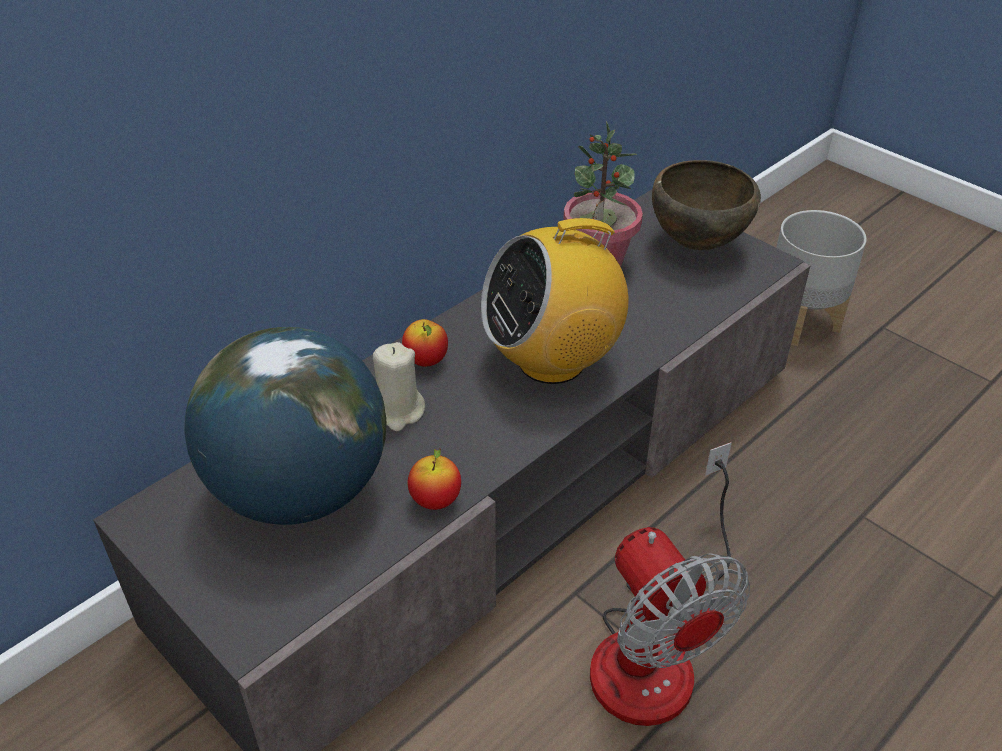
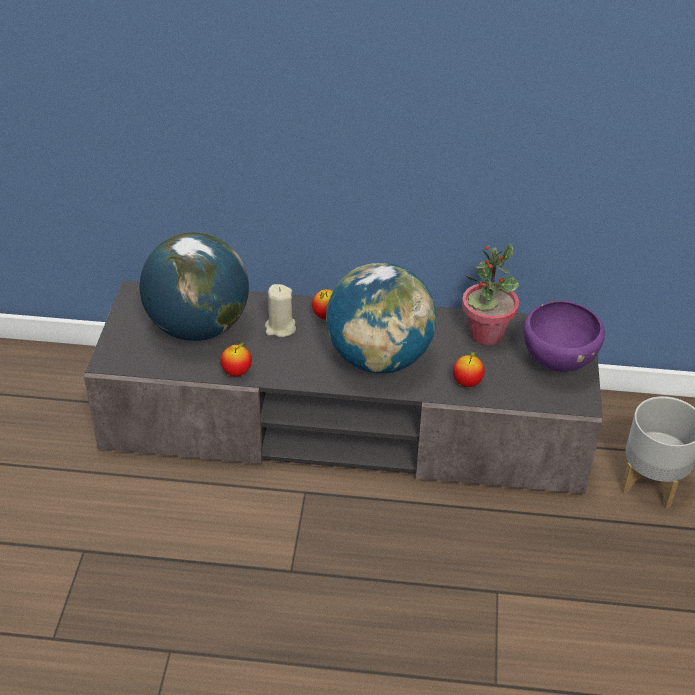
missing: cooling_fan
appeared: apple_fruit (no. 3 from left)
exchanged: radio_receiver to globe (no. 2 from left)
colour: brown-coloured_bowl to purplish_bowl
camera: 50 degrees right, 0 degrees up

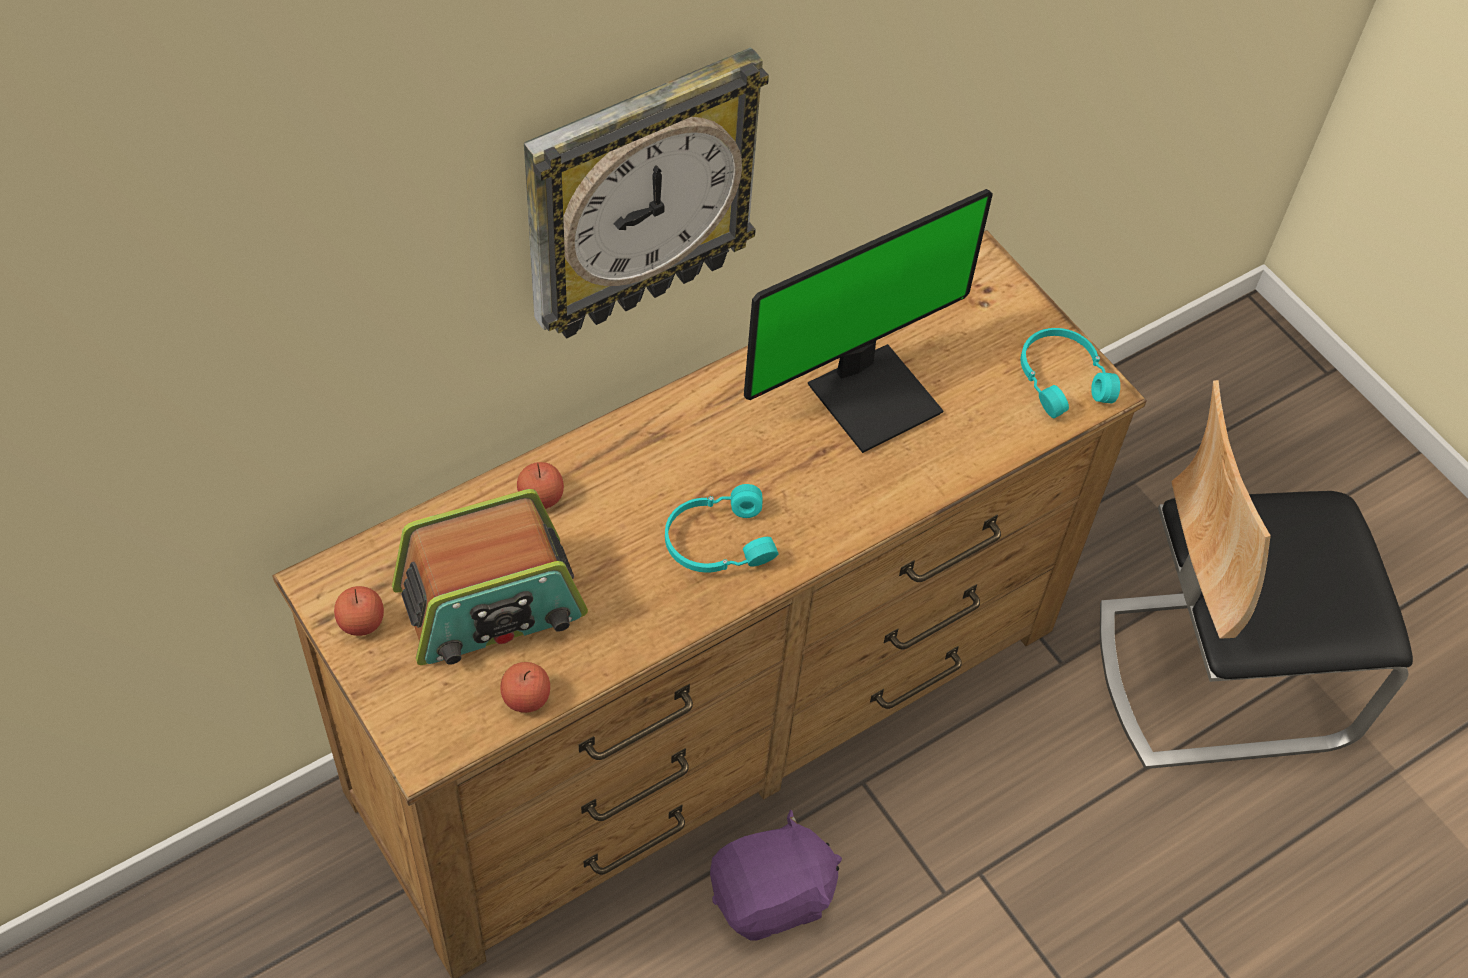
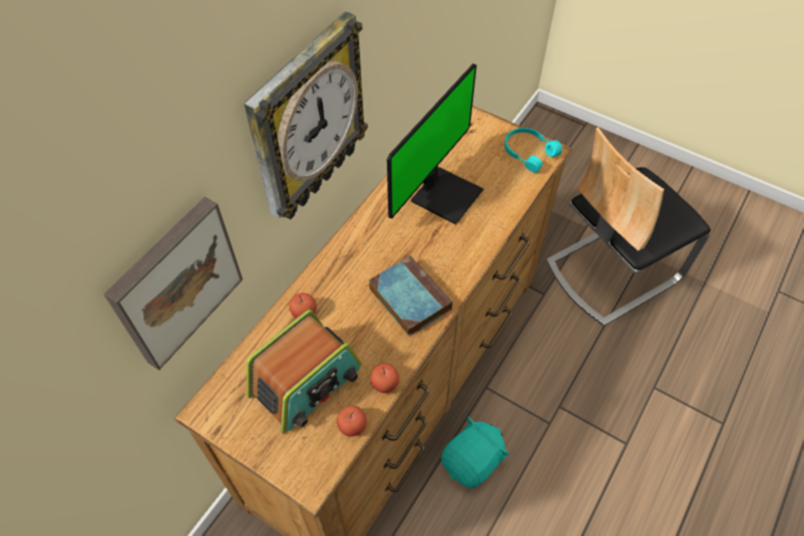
appeared: picture
relocated: apple_fruit (no. 1 from left in the first image) to apple_fruit (no. 3 from left)
exchanged: turquoise-coloured_headset (no. 1 from left) to book
colour: purplish_cuddly_toy to turquoise-coloured_cuddly_toy
camera: 20 degrees left, 0 degrees up

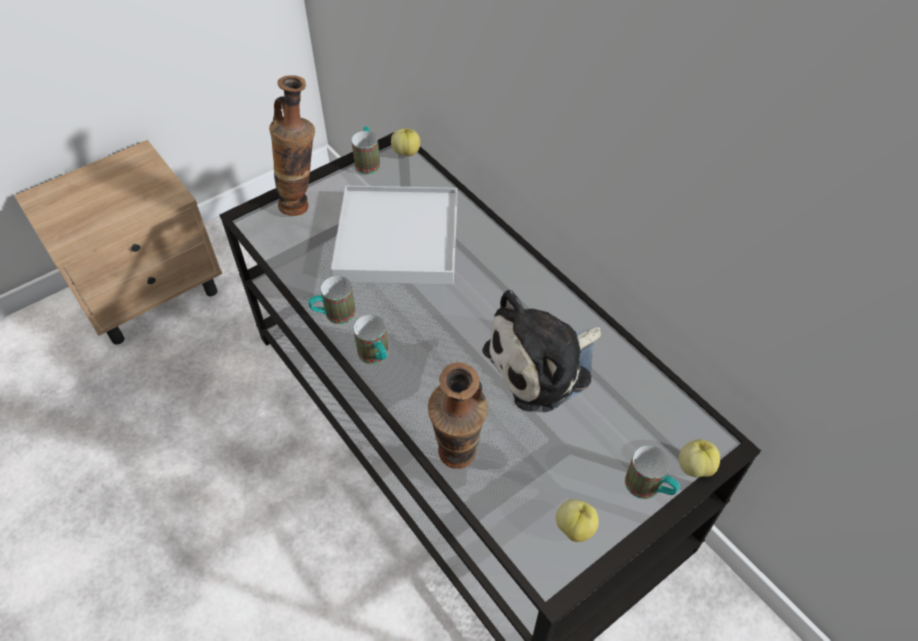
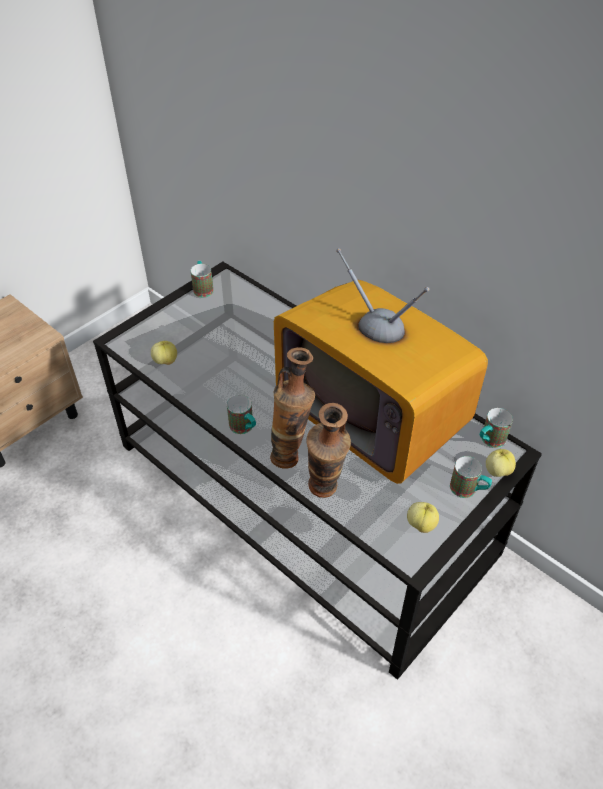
missing: whitish_serving_tray
relocated: flower_vase (no. 1 from left); apple_fruit (no. 1 from left); tea_mug (no. 1 from left in the first image) to tea_mug (no. 4 from left)
exchanged: cuddly_toy to TV_set
camera: 10 degrees left, 5 degrees down

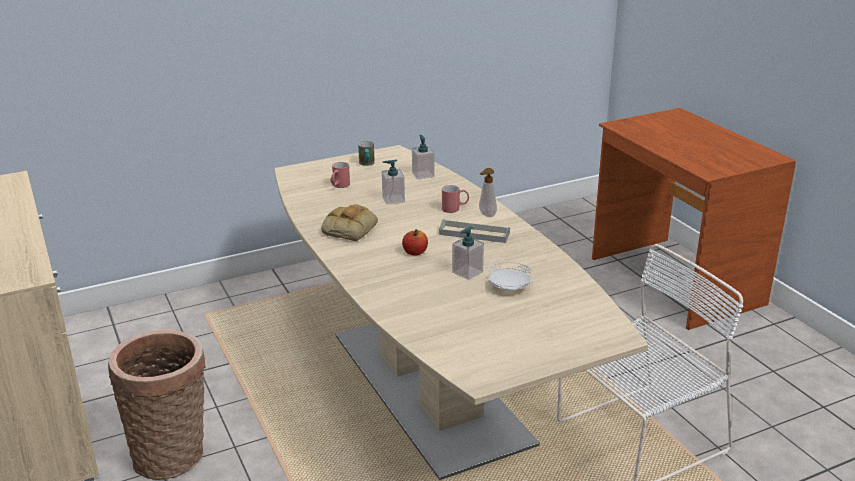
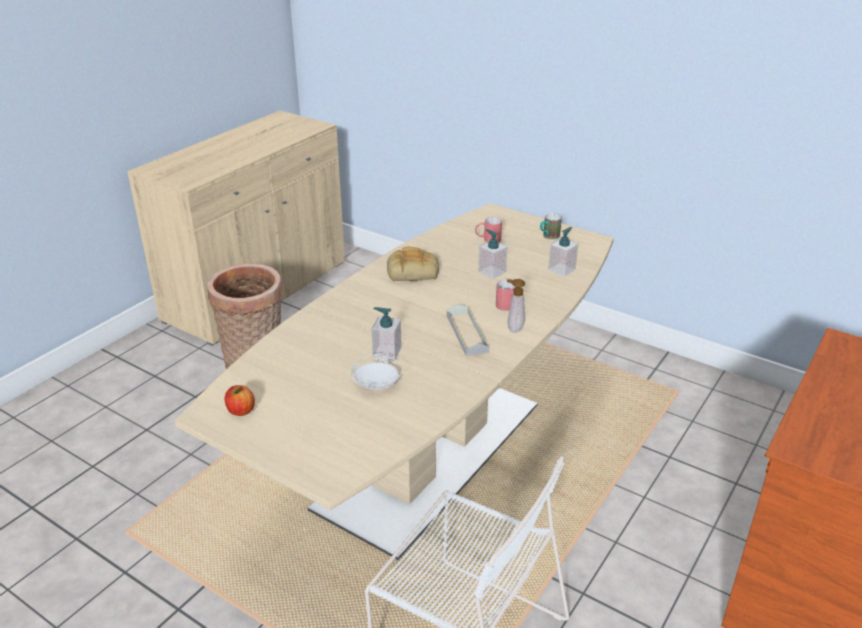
relocated: apple_fruit
camera: 60 degrees right, 5 degrees up

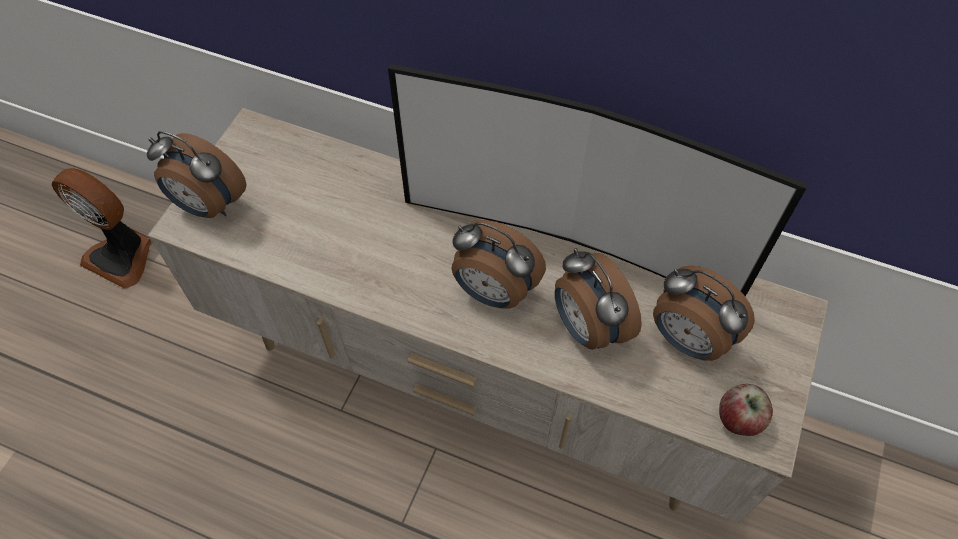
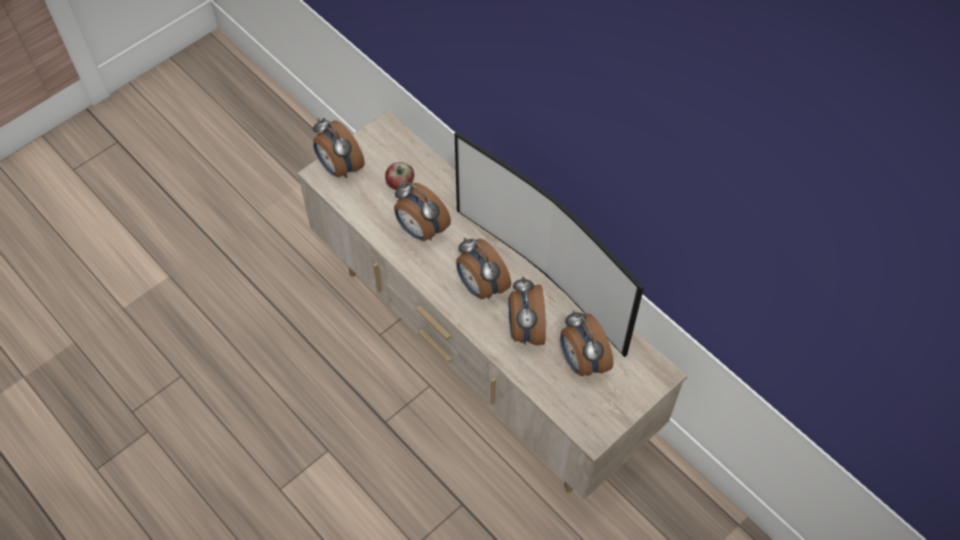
missing: cooling_fan
appeared: bedside_clock (no. 2 from left)
relocated: apple_fruit
camera: 25 degrees right, 0 degrees up

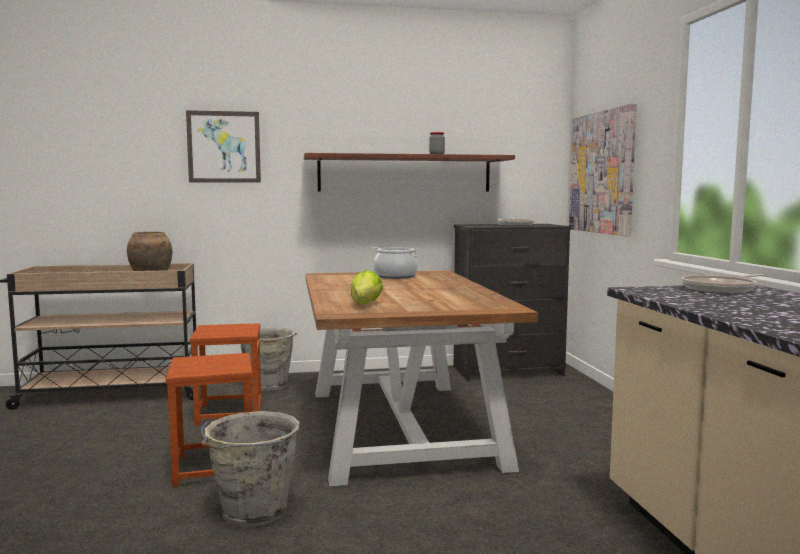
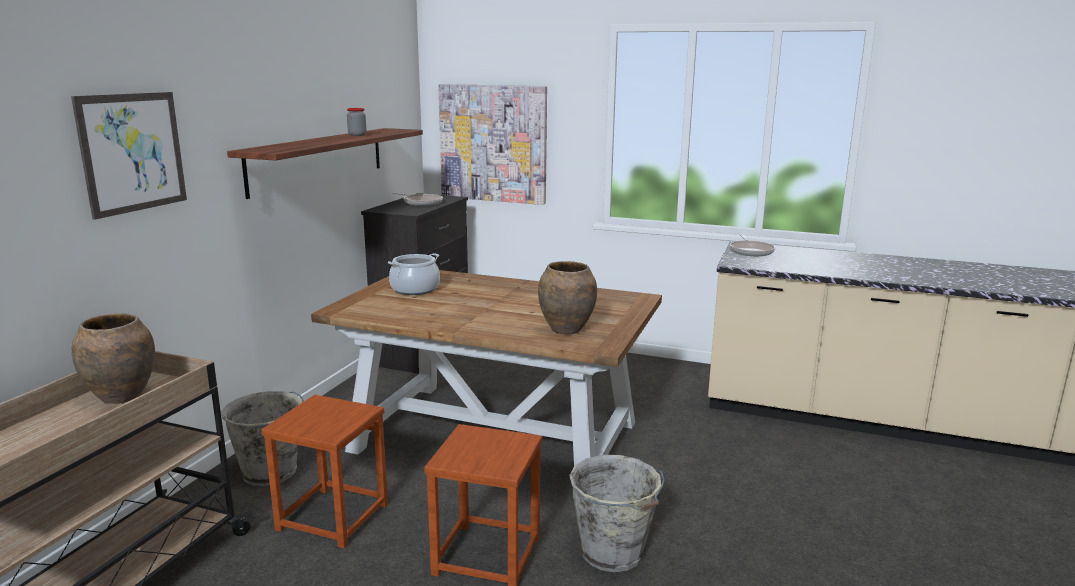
exchanged: lettuce_head to brown-coloured_flower_vase (no. 2 from left)
camera: 60 degrees left, 10 degrees up

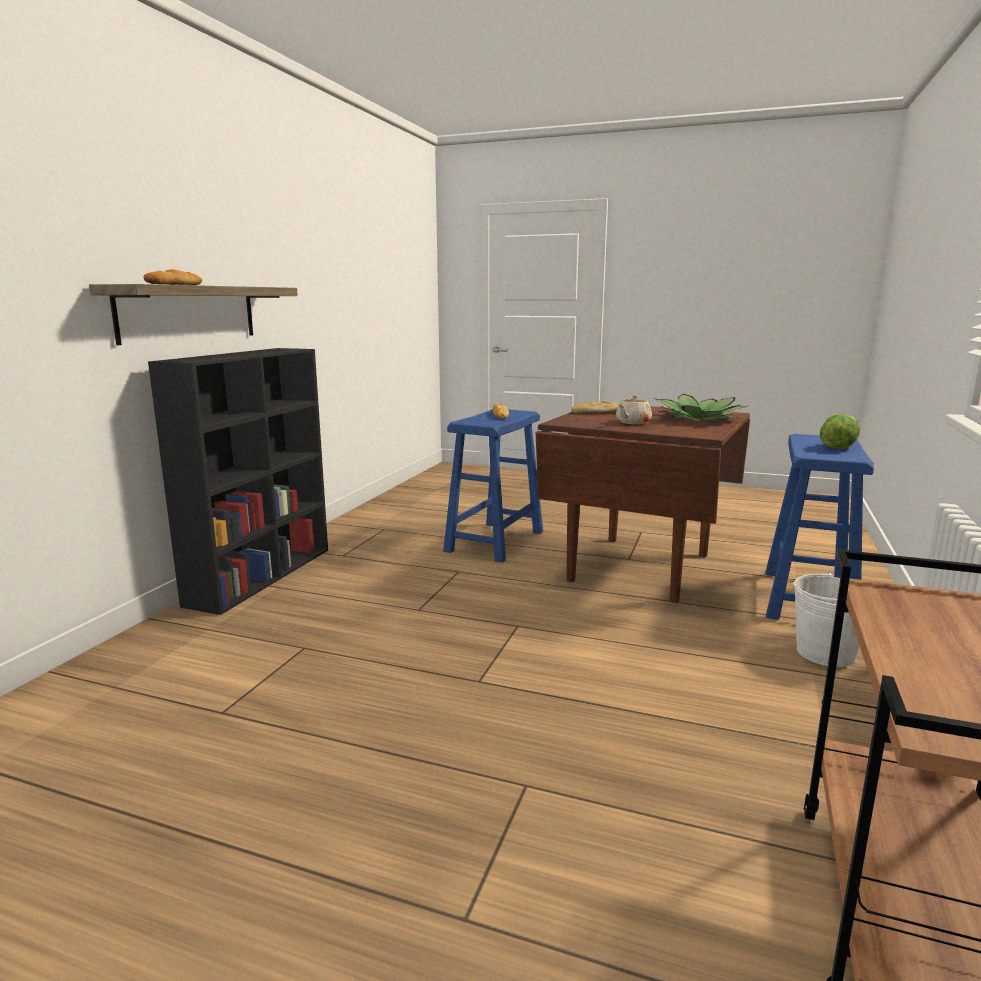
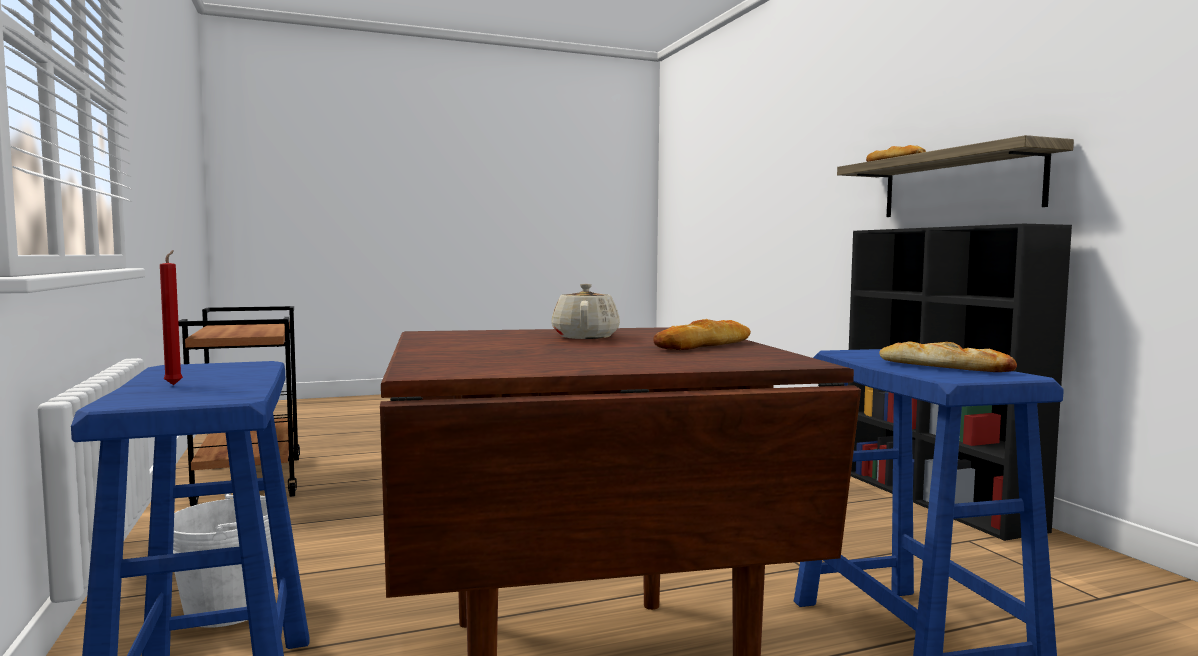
missing: houseplant
exchanged: lettuce_head to red_candle
camera: 140 degrees right, 10 degrees down

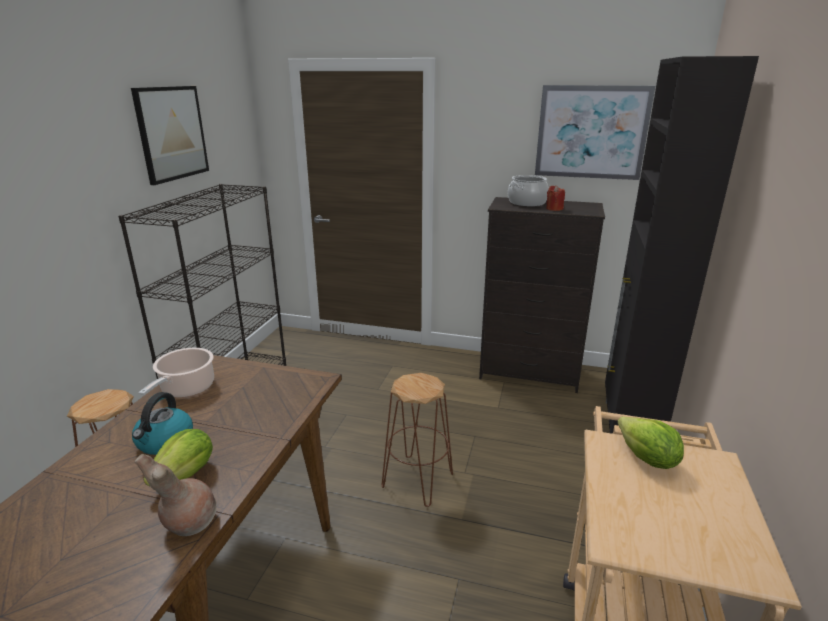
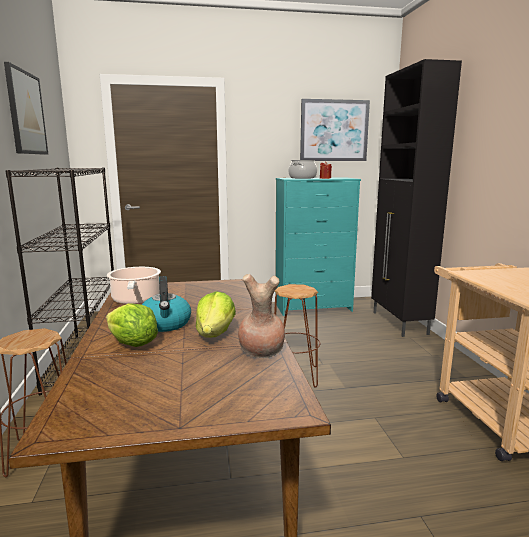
relocated: lettuce_head (no. 2 from left in the first image) to lettuce_head (no. 1 from left)
colour: black-coloured_dresser to turquoise-coloured_dresser
camera: 25 degrees left, 10 degrees down

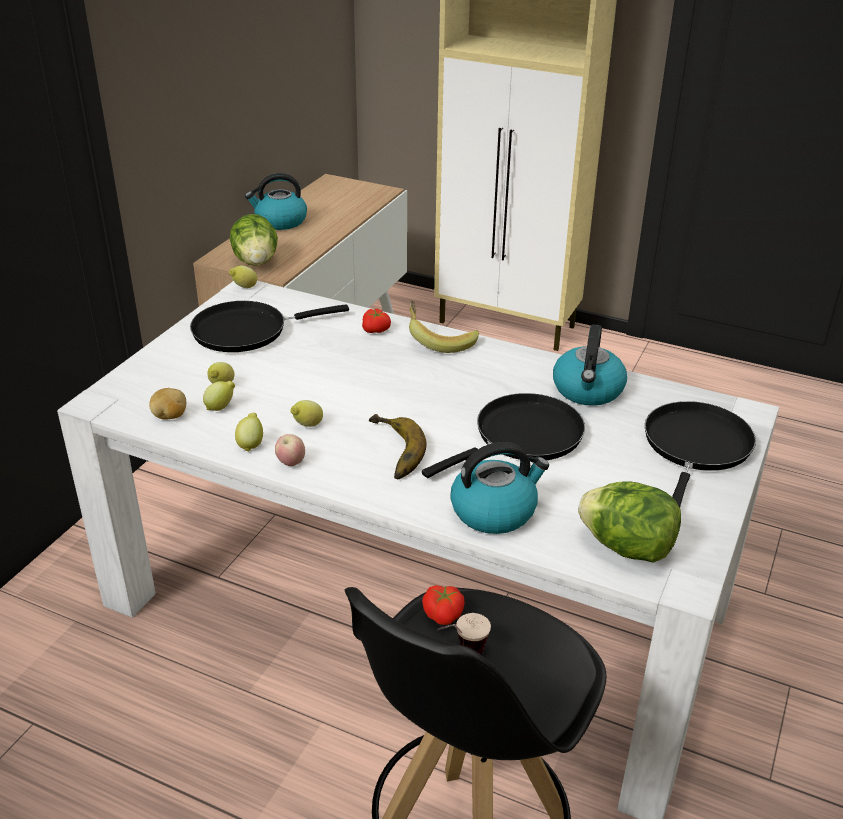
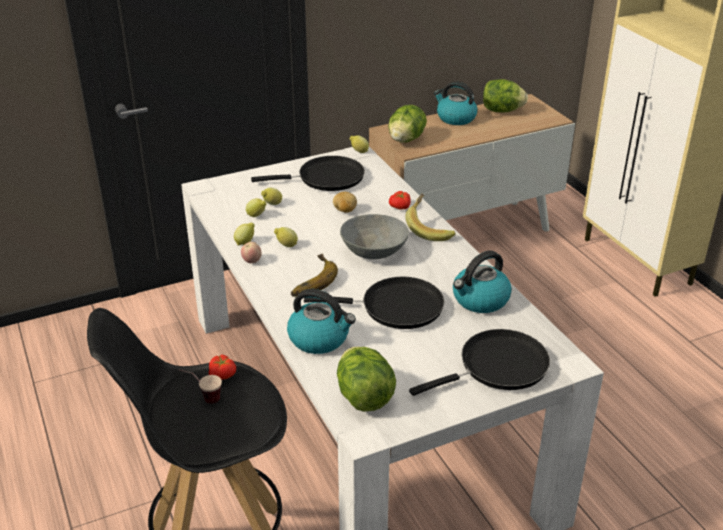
appeared: lettuce_head (no. 3 from left); gray_bowl
relocated: potato
spun: black-coloured_frying_pan (no. 1 from left) 150 degrees clockwise
camera: 40 degrees right, 0 degrees up

